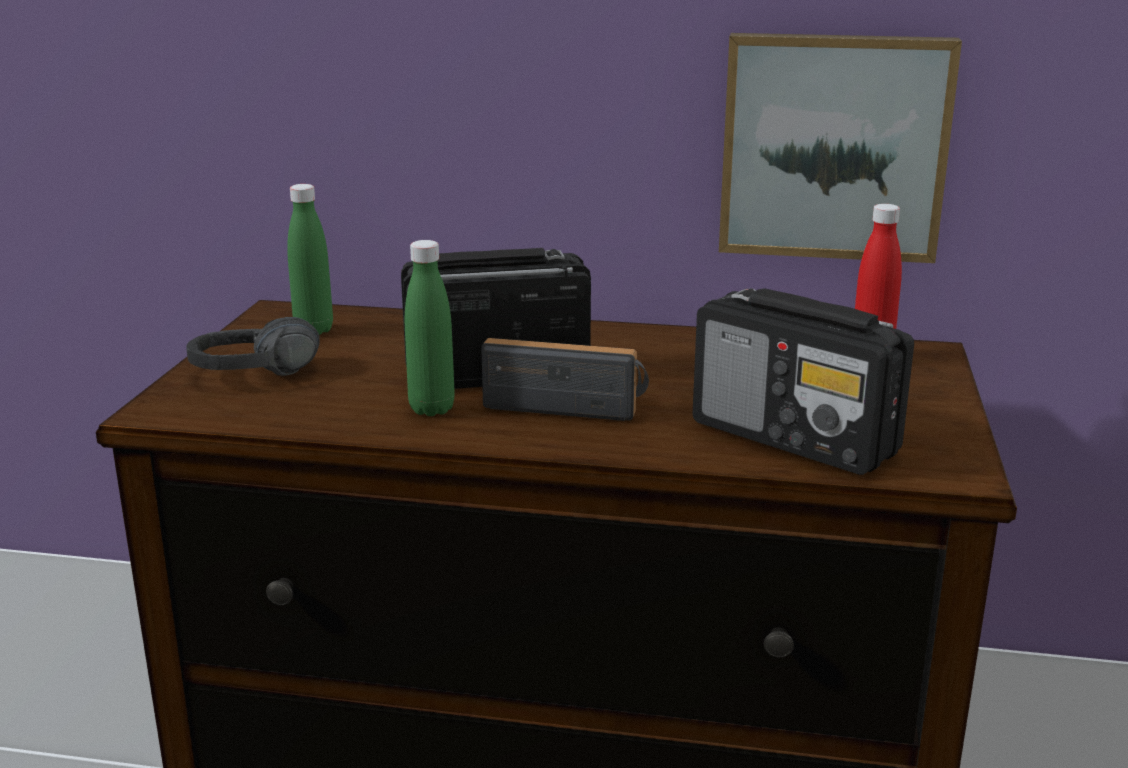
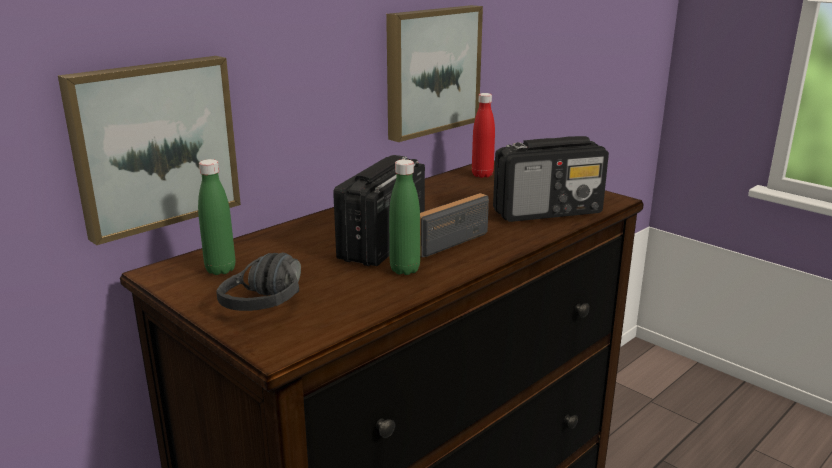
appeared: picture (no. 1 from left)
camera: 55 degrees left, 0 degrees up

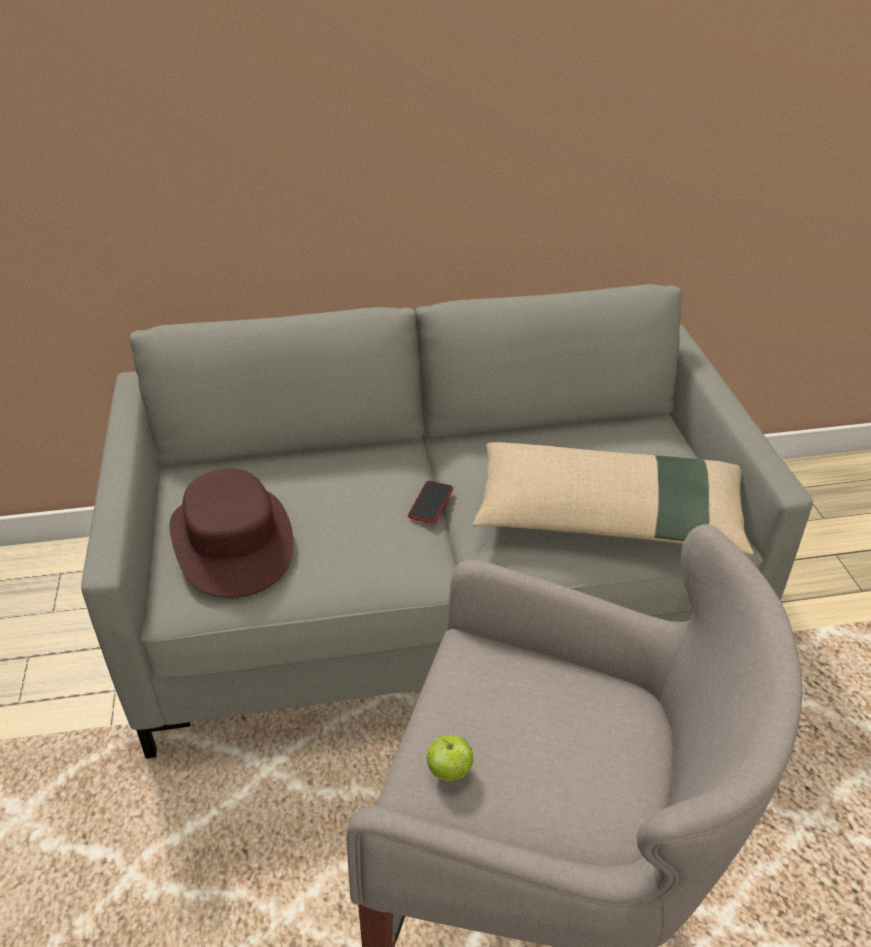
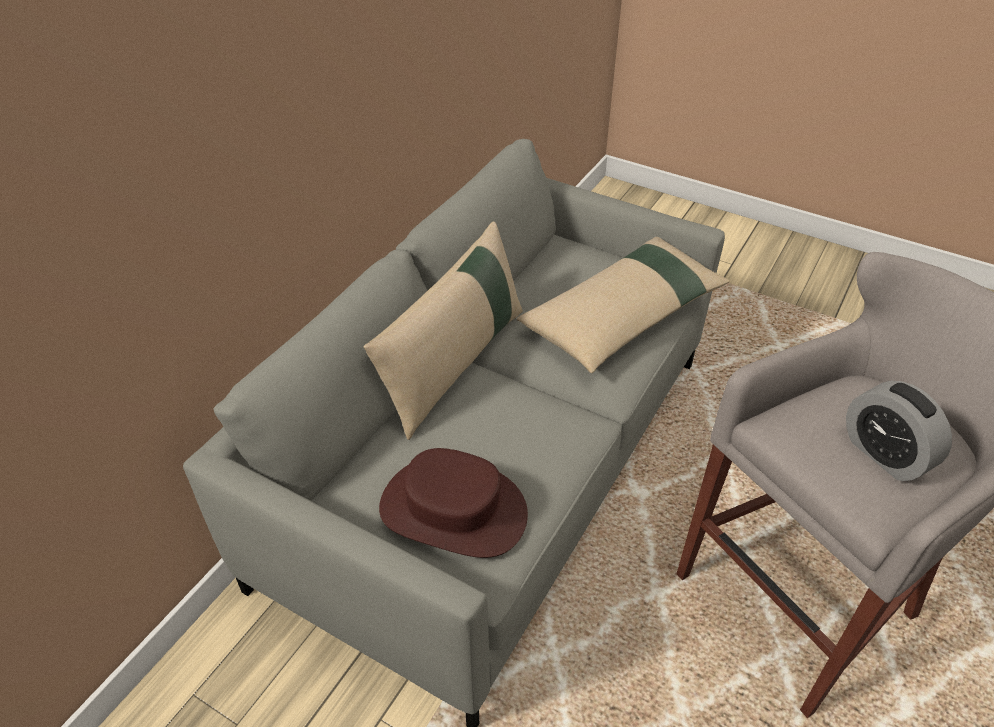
missing: telephone; apple_fruit
appeared: beige-coloured_pillow (no. 1 from left); bedside_clock
camera: 50 degrees left, 5 degrees up

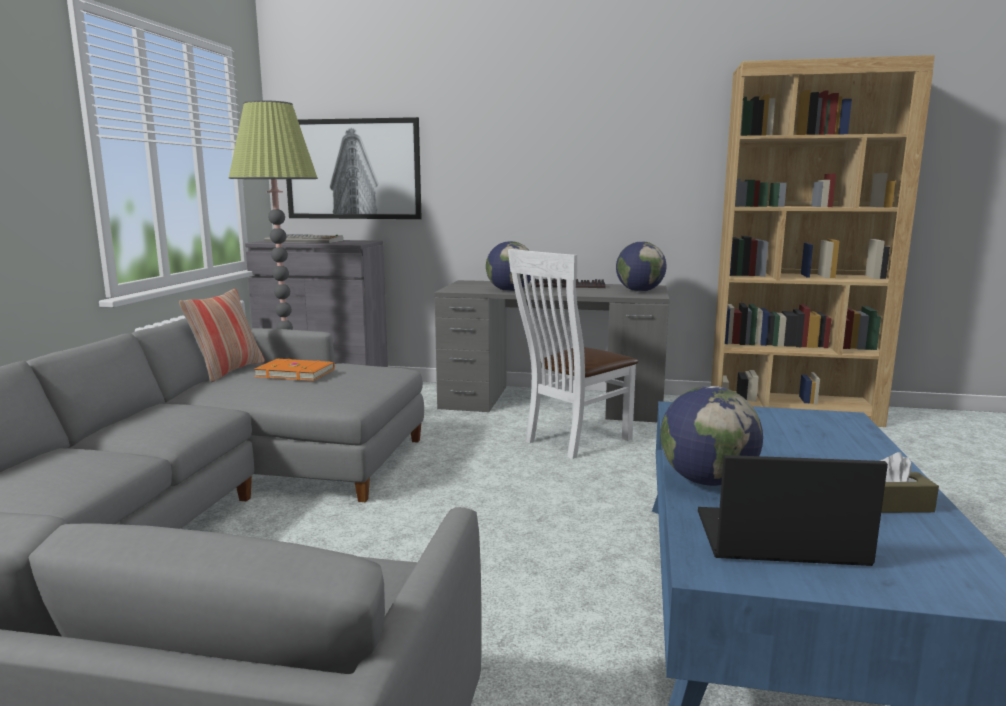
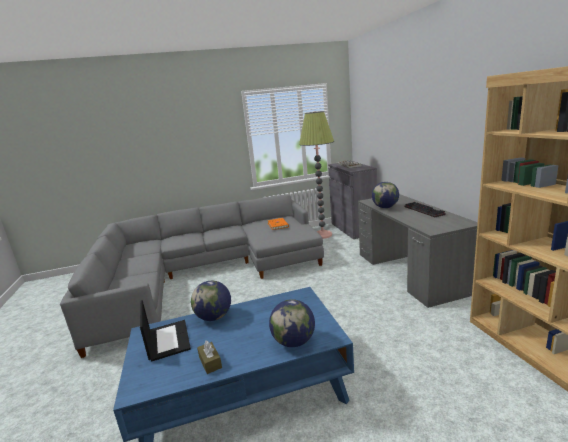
missing: picture; whitish_upright_chair; pillow
relocated: globe (no. 2 from left)
camera: 65 degrees right, 5 degrees up

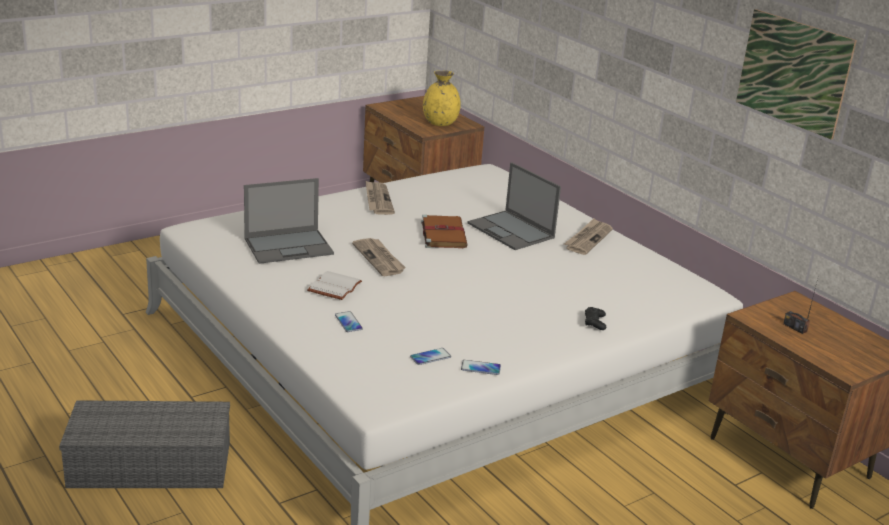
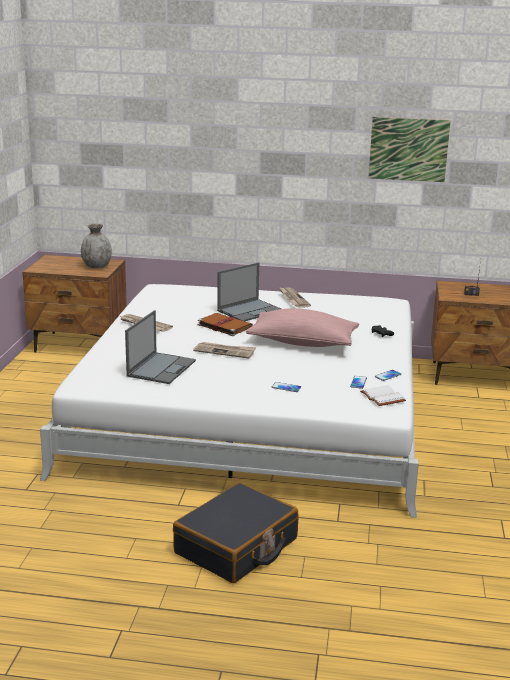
appeared: pinkish_pillow
relocated: whitish_book
exchanged: gray_storage_container to black-coloured_travel_case
colour: yellow_flower_vase to gray_flower_vase
spun: notebook_computer (no. 2 from left) 45 degrees counterclockwise
camera: 45 degrees left, 5 degrees down

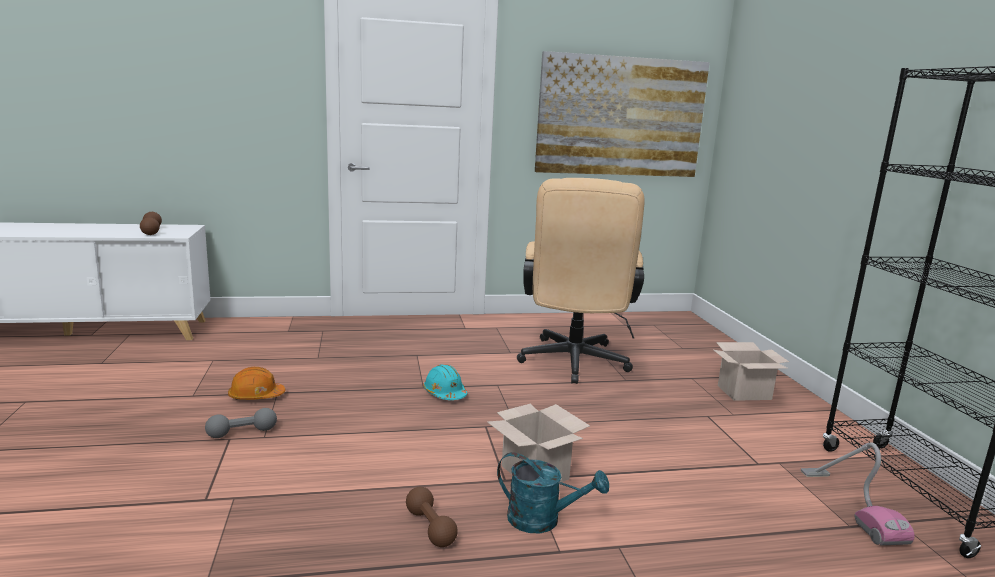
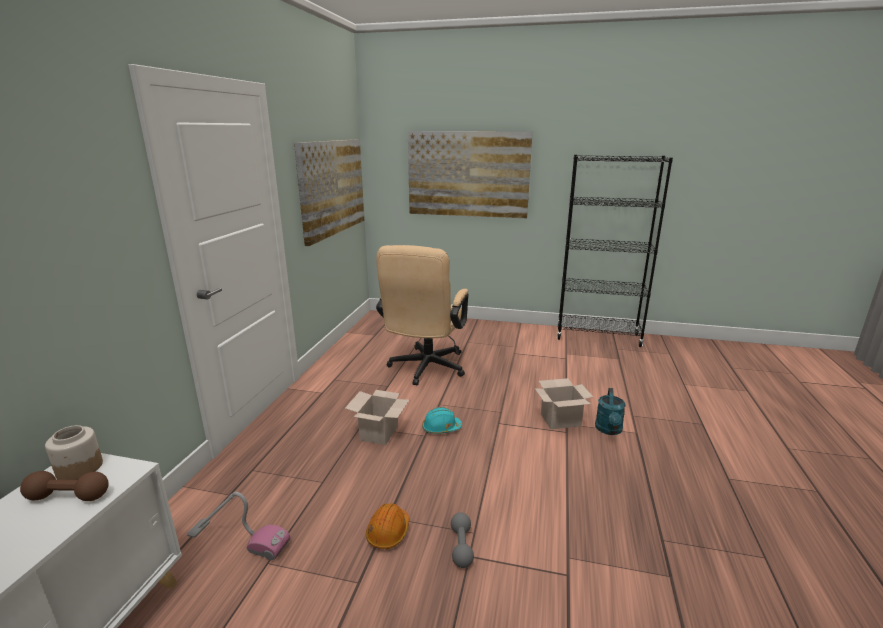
missing: brown-coloured_dumbbell (no. 2 from left)
appeared: picture (no. 2 from left); storage_jar
relocated: packing_box (no. 2 from left in the first image) to packing_box (no. 1 from left); hoover
spun: beige-coloured_computer_chair 75 degrees clockwise; turquoise-coloured_watering_pot 150 degrees clockwise
camera: 65 degrees left, 5 degrees up

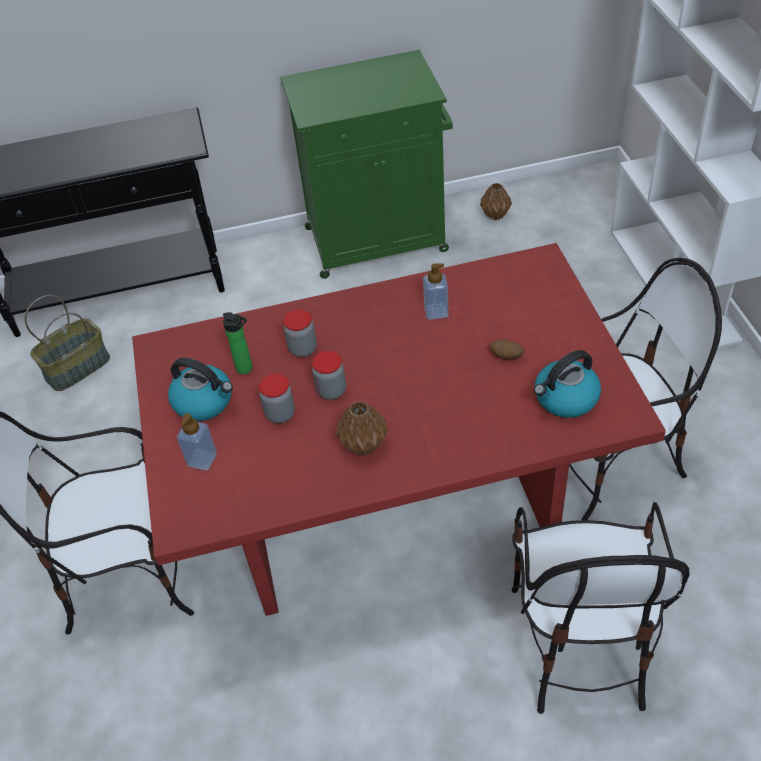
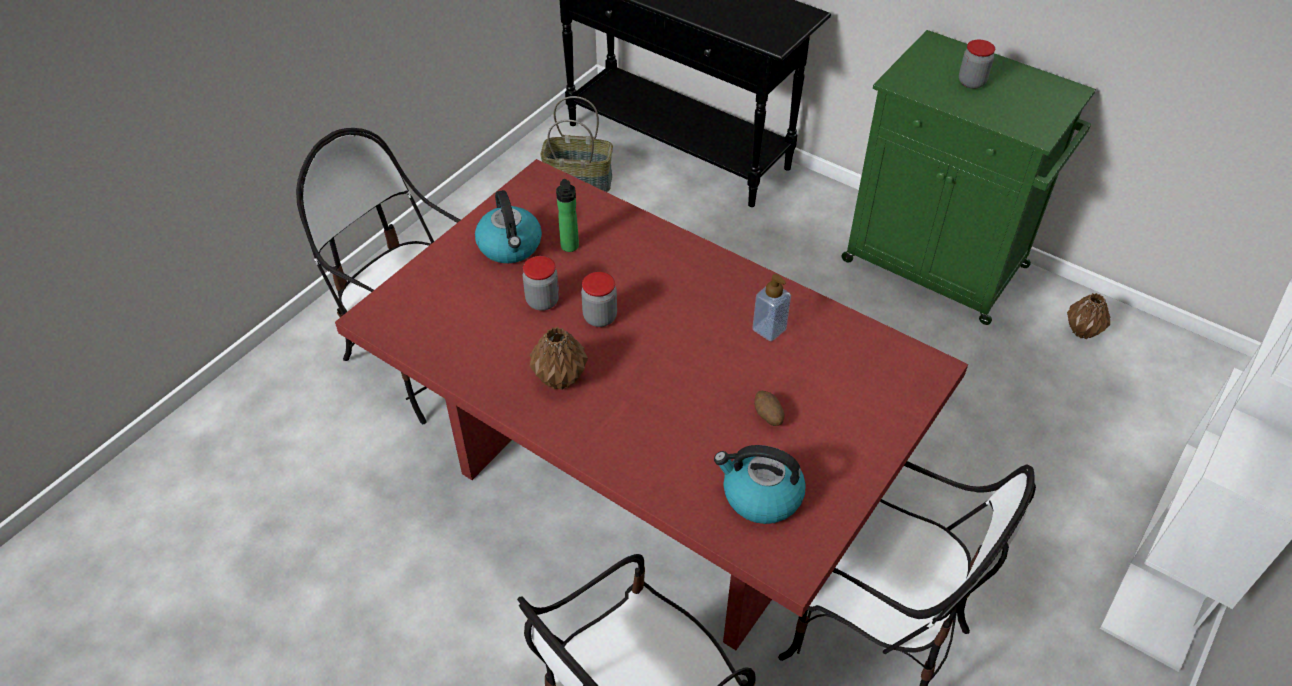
missing: soap_dispenser (no. 1 from left)
relocated: storage_jar (no. 2 from left in the first image) to storage_jar (no. 3 from left)
camera: 45 degrees right, 0 degrees up

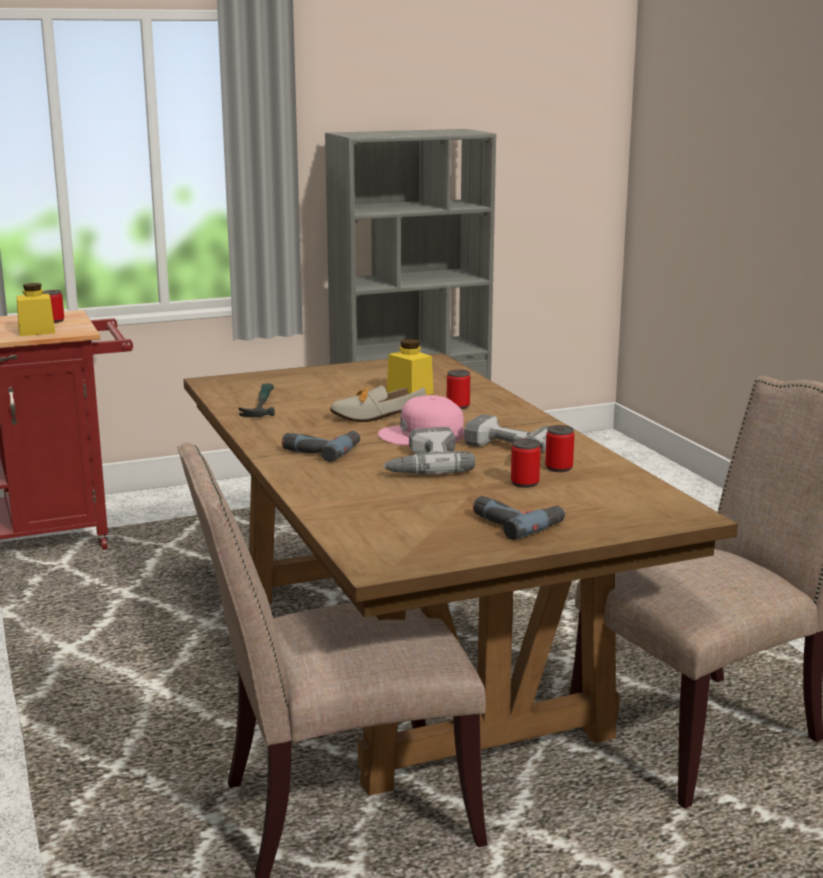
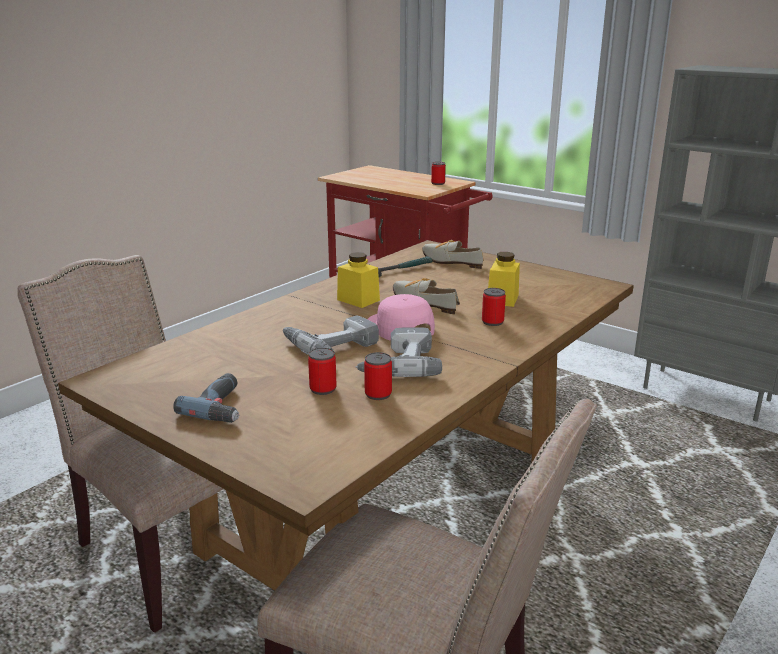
missing: drill (no. 1 from left)
appeared: low_shoe (no. 2 from left)
relocated: yellow_storage_jar (no. 1 from left)
camera: 60 degrees right, 5 degrees up

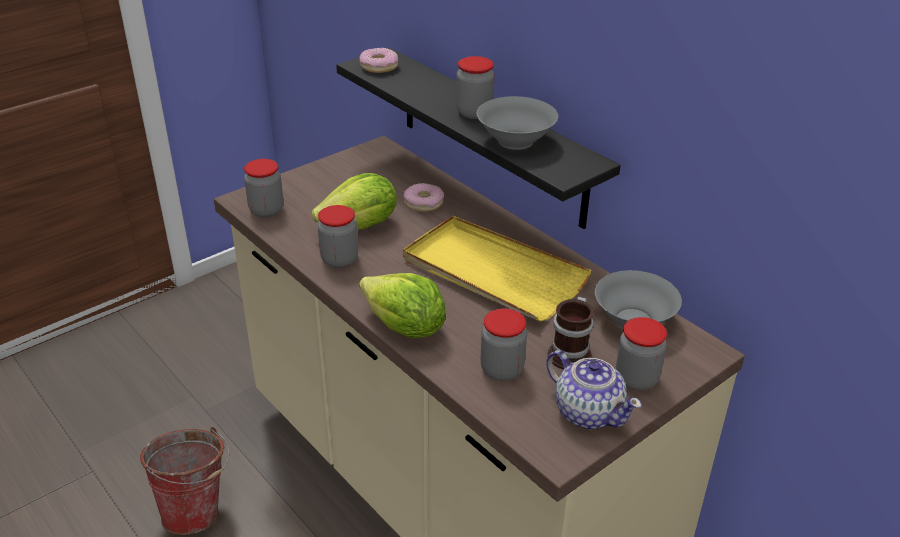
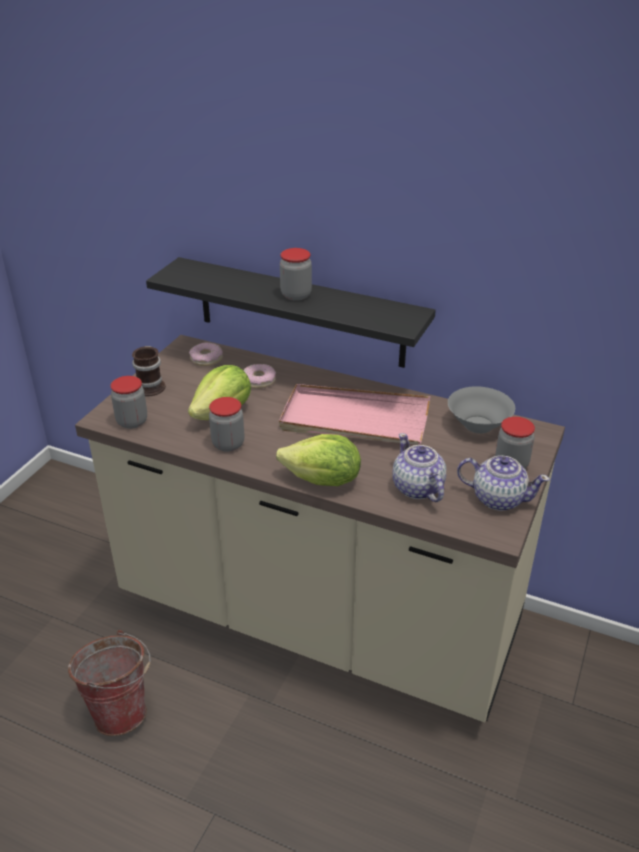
missing: gray_bowl (no. 1 from left)
relocated: doughnut (no. 1 from left); tea_mug
exchanged: storage_jar (no. 4 from left) to teapot (no. 1 from left)
colour: yellow_serving_tray to pinkish_serving_tray
camera: 25 degrees left, 0 degrees up

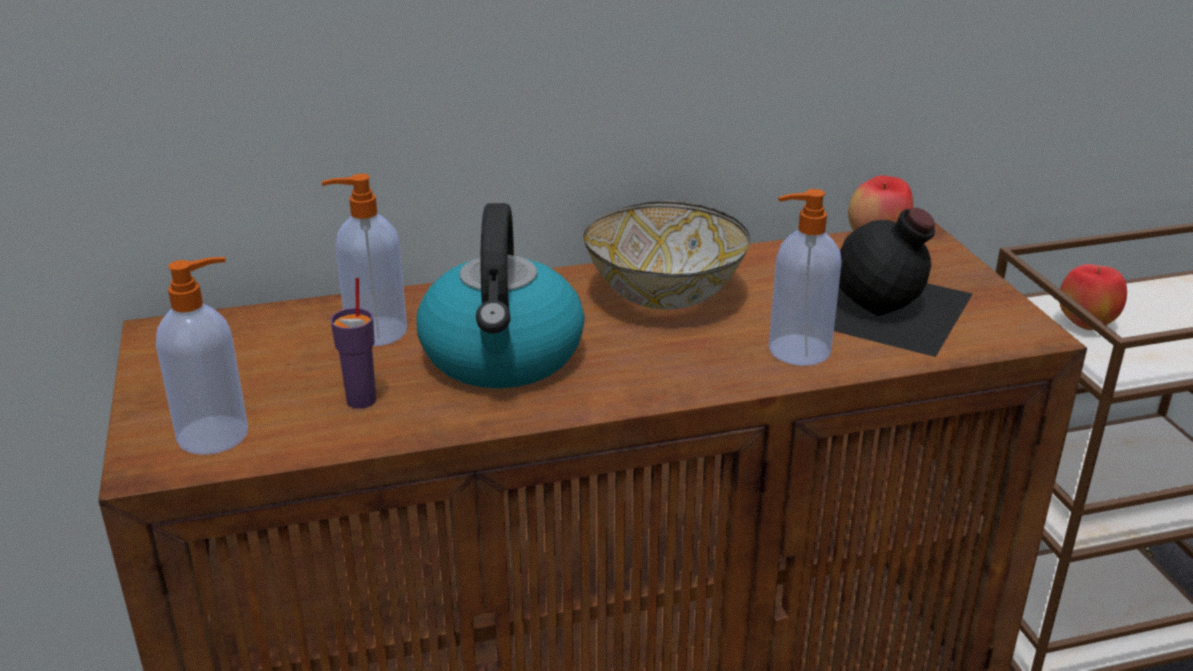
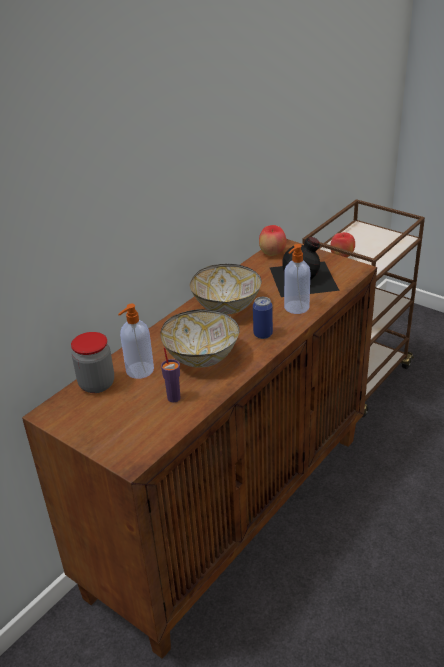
missing: soap_dispenser (no. 1 from left)
appeared: sealed_can; storage_jar
exchanged: water_kettle to bowl (no. 1 from left)
camera: 35 degrees left, 5 degrees up

